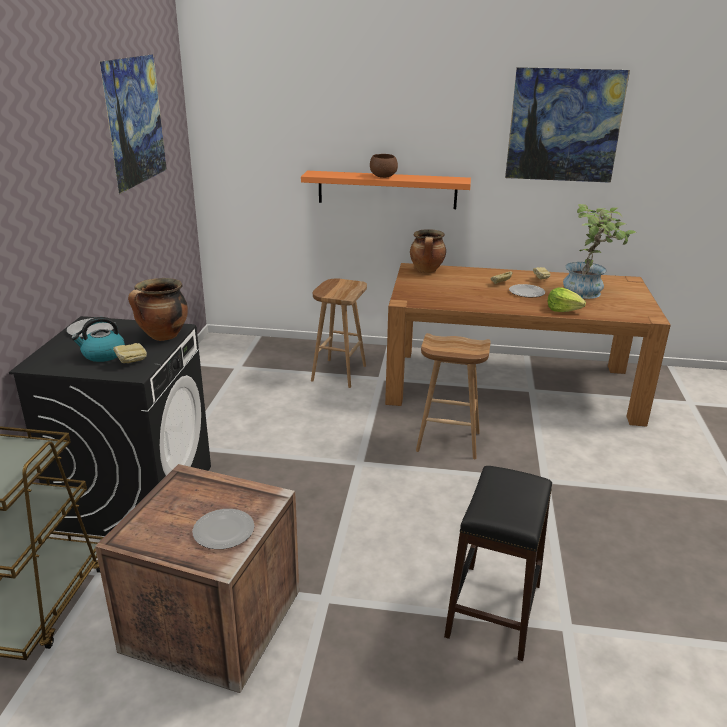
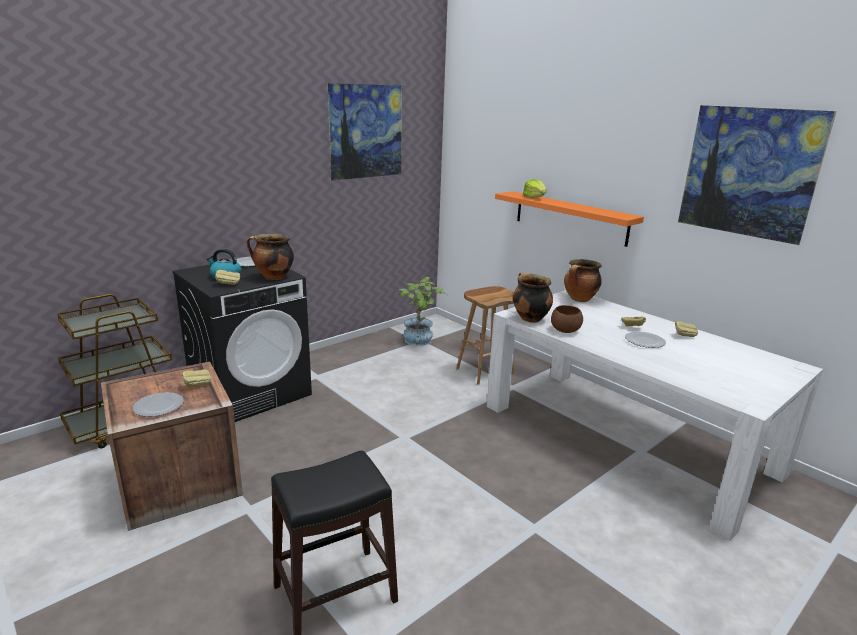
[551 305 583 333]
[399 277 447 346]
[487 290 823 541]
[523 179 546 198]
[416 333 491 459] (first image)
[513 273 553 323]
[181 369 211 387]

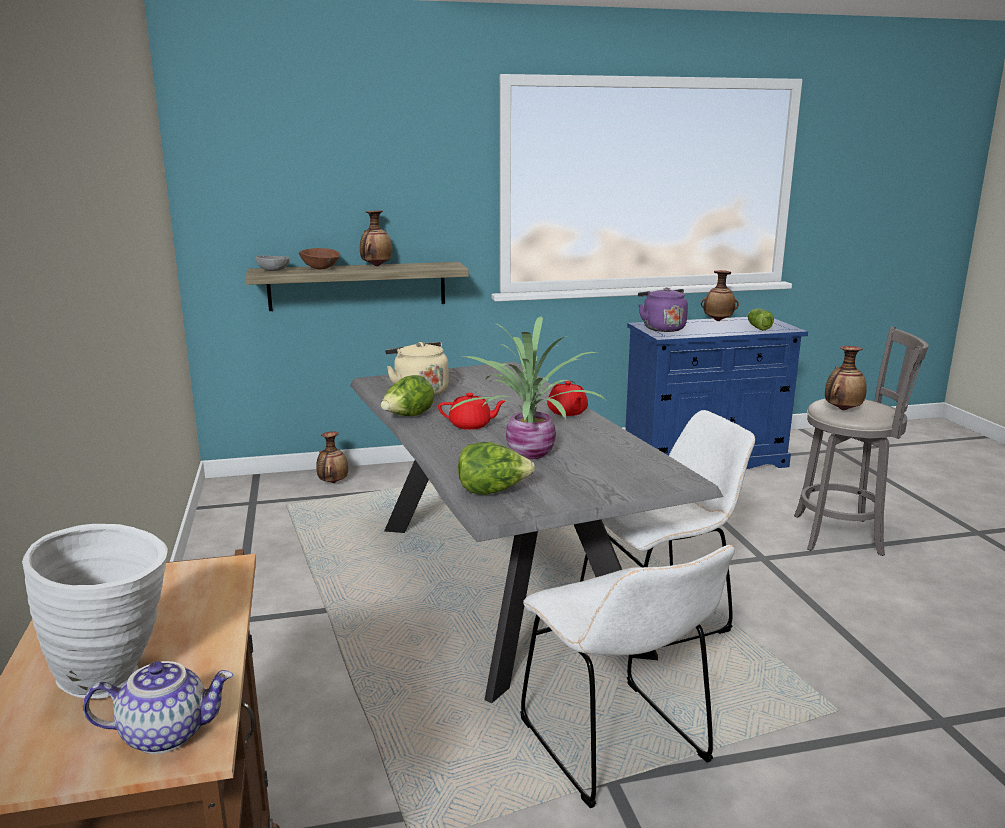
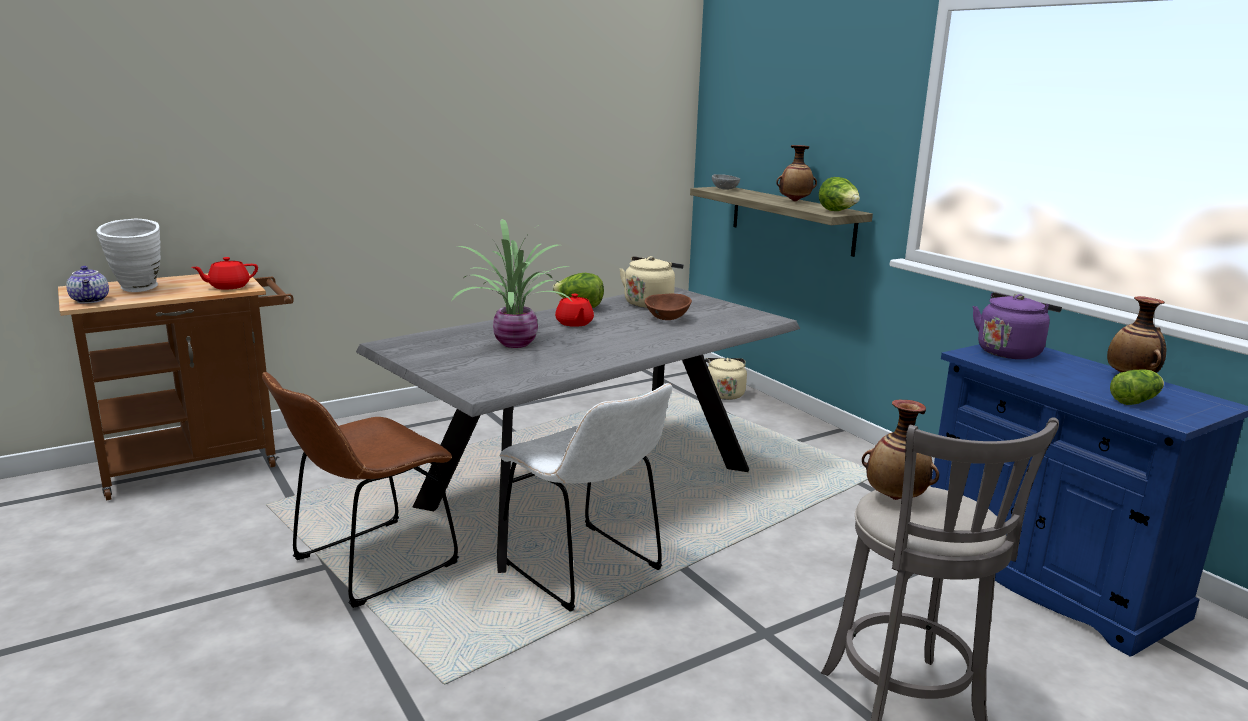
[644 294 692 320]
[192 257 258 290]
[705 358 747 400]
[819 177 860 211]
[262 372 458 608]

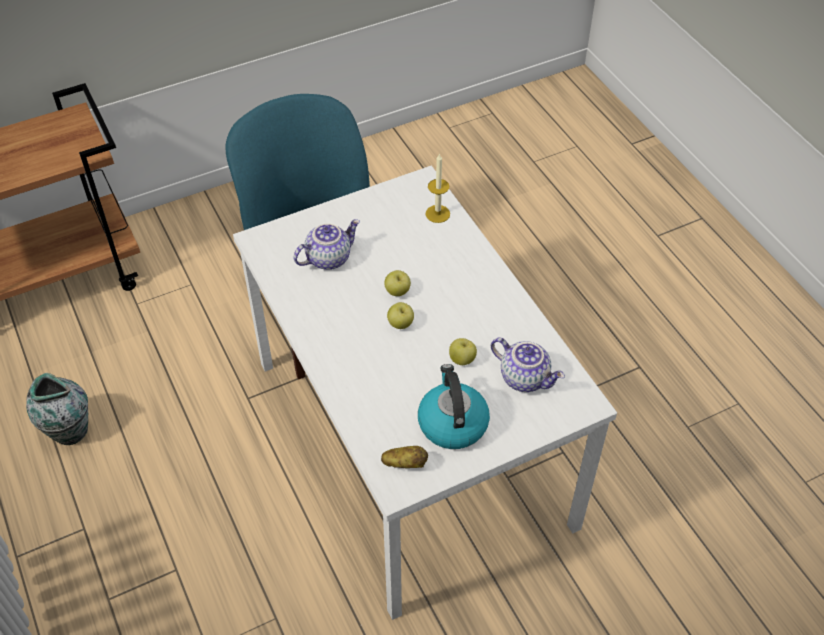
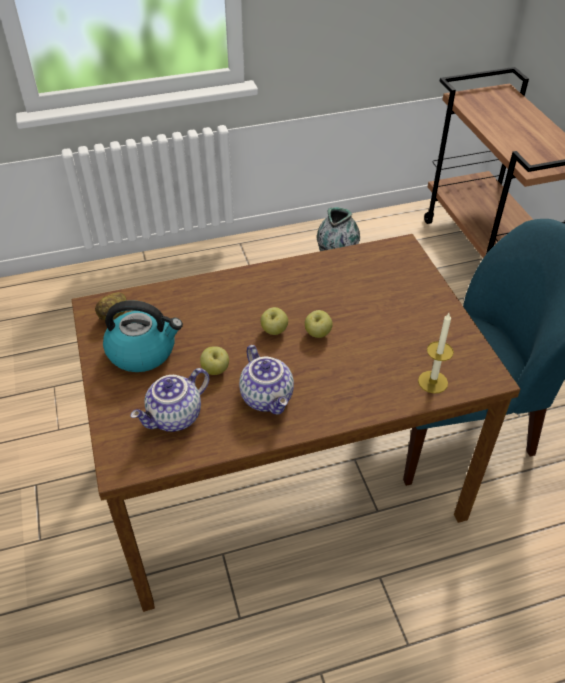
[71 234 521 612]
[239 345 294 415]

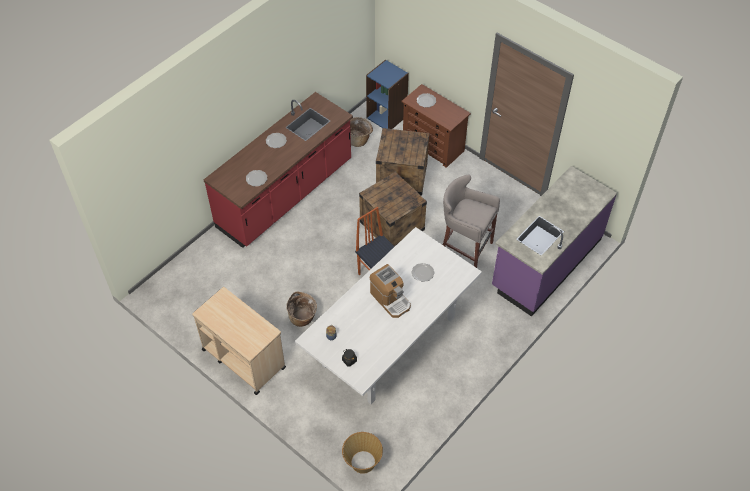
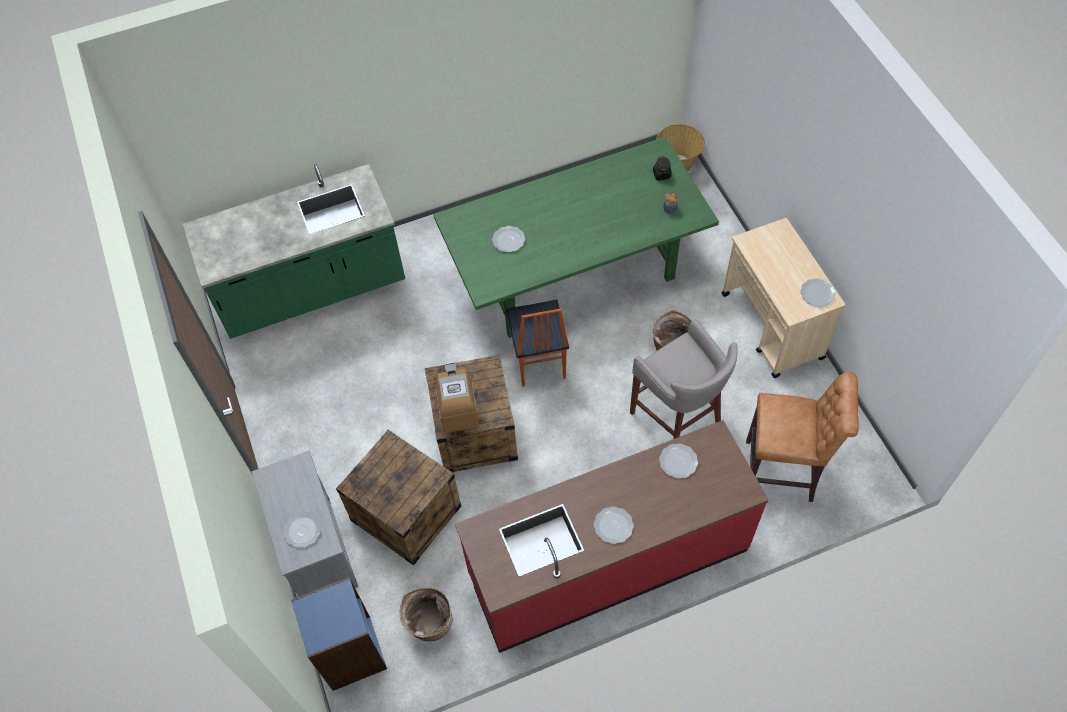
[252 451 358 597]
[183 164 405 339]
[630 320 738 439]
[433 137 719 338]
[436 362 479 433]
[800 278 836 307]
[746 372 859 502]

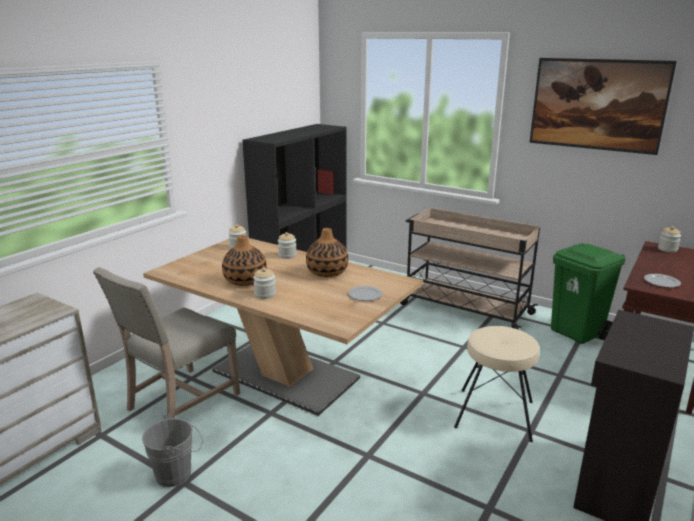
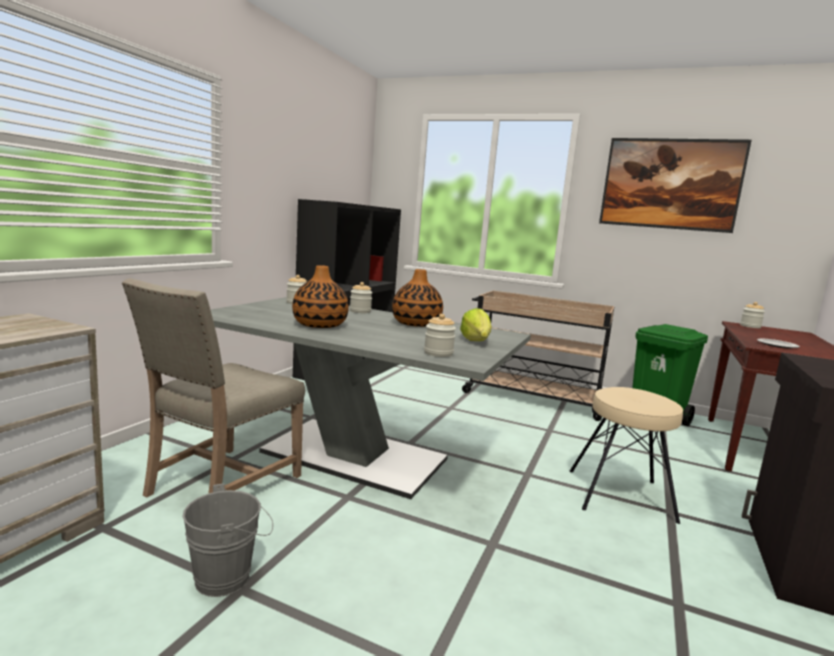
[210 297 531 499]
[424 314 456 357]
[460 308 492 341]

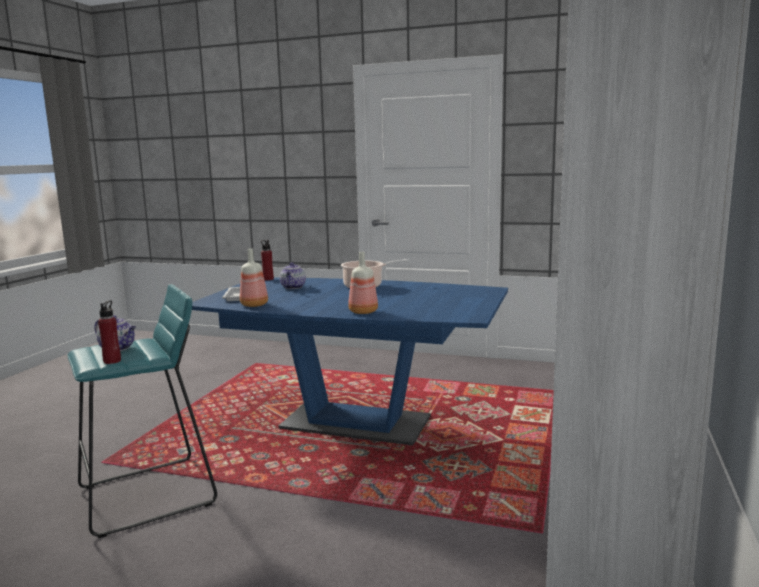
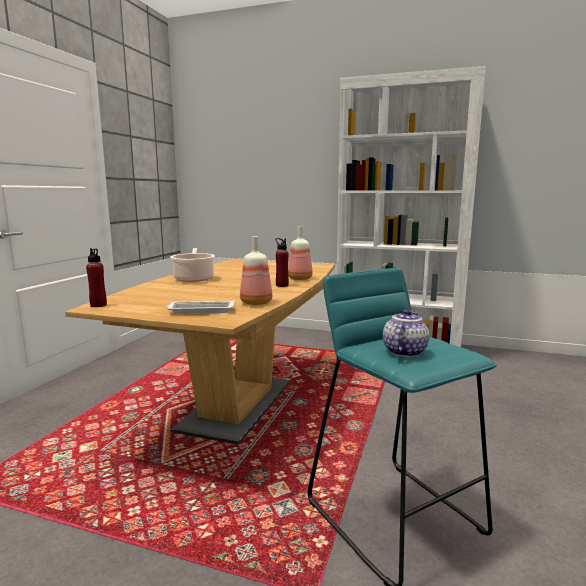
[280 262 306 289] (first image)
[65 259 335 445]
[276 238 289 287]

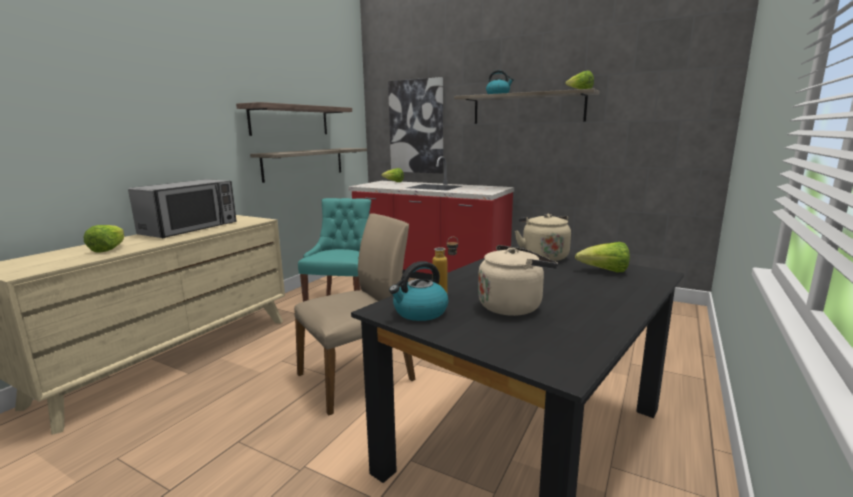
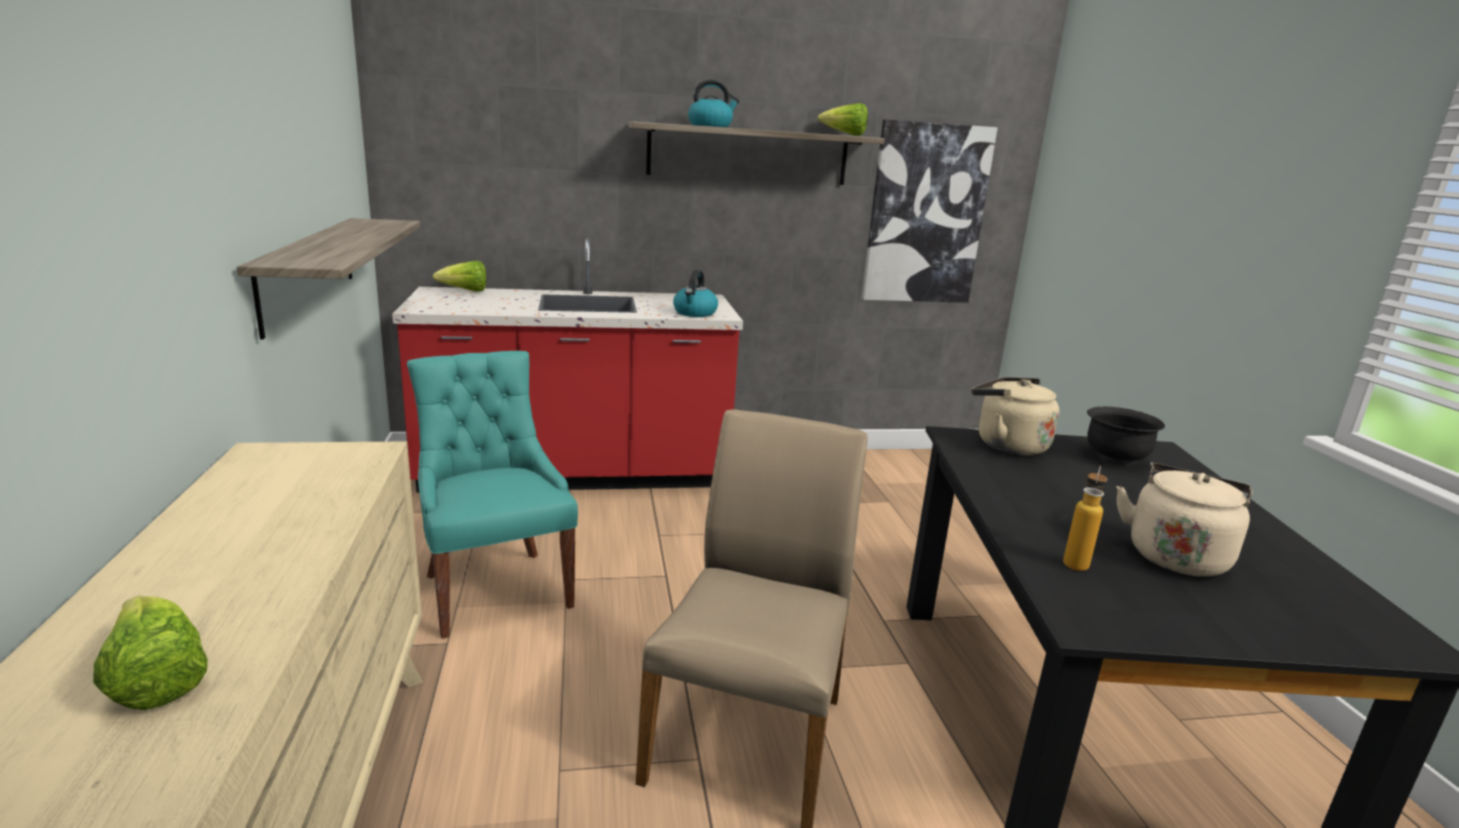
[862 120 998 303]
[236 102 352 136] (first image)
[128 179 237 238] (first image)
[1087 407 1165 465]
[673 270 718 317]

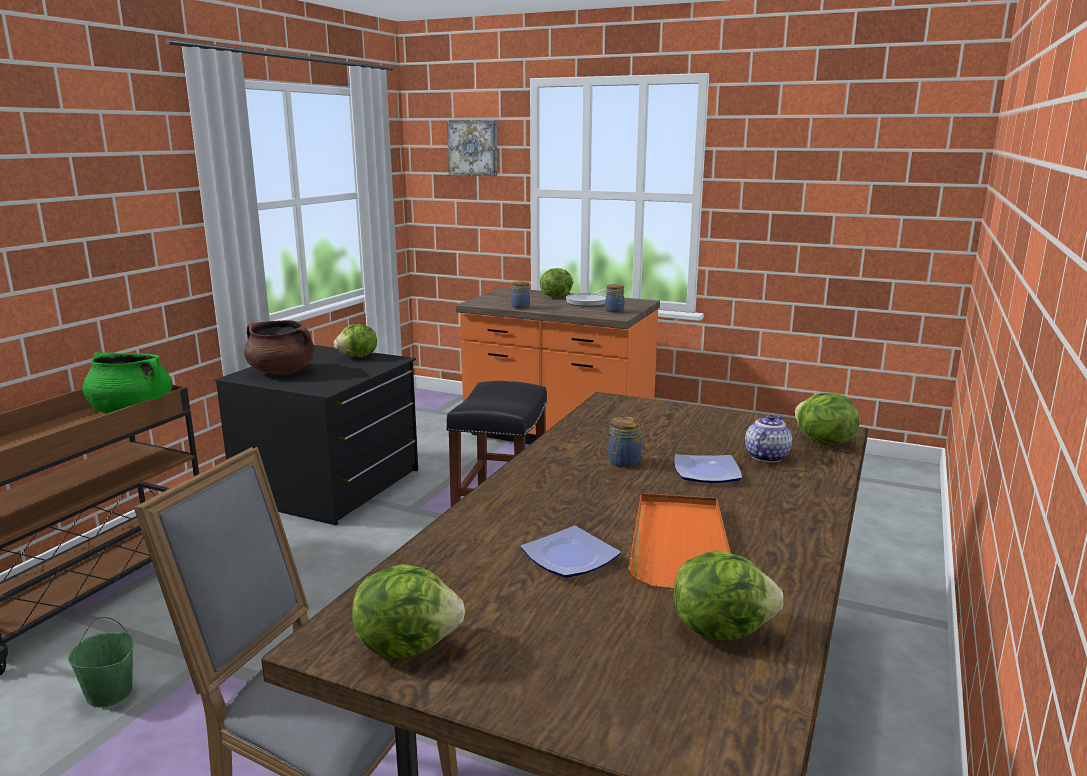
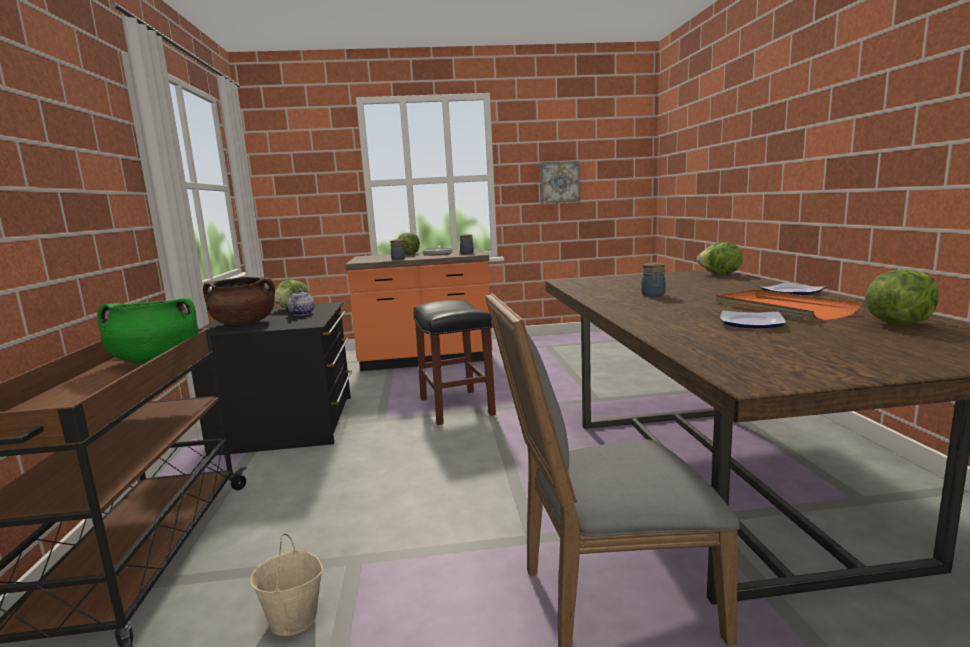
[540 161 580 203]
[287 289 315 316]
[760 282 826 295]
[352 564 465 657] (first image)
[251 534 323 636]

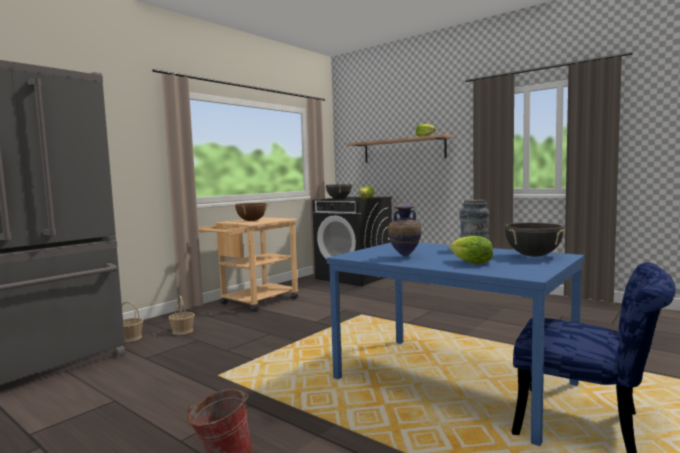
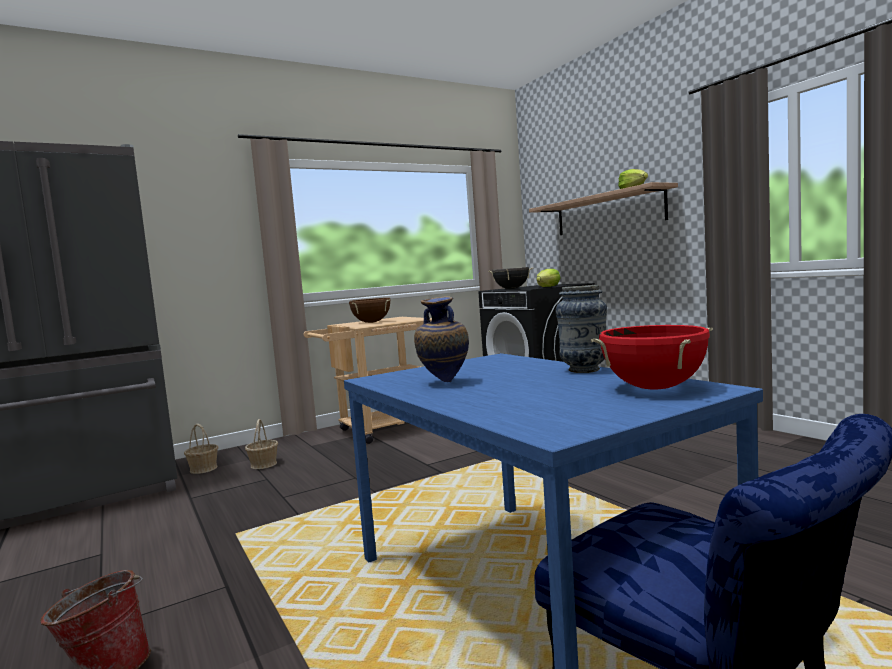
[591 325 713 390]
[449 236 493 264] (first image)

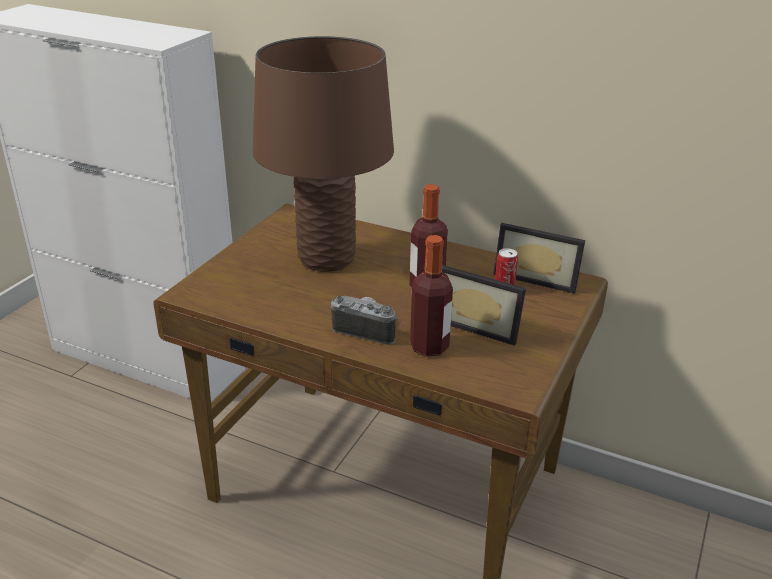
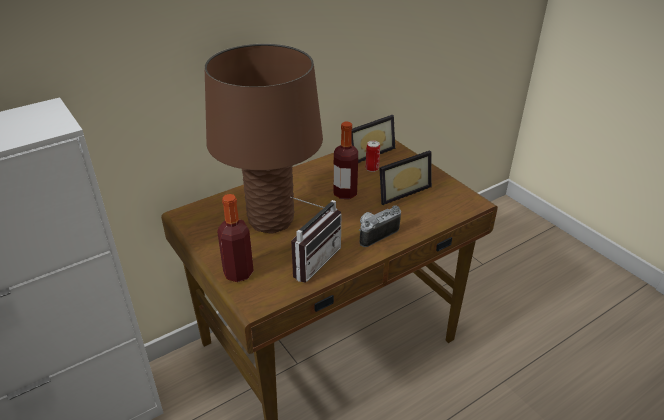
[217 194 254 282]
[290 197 341 283]

